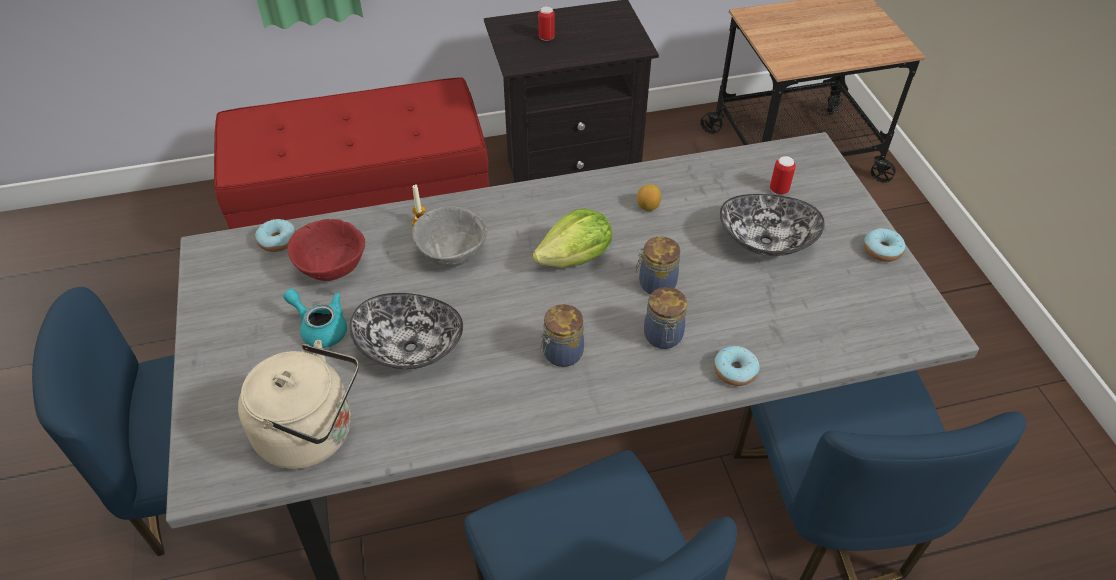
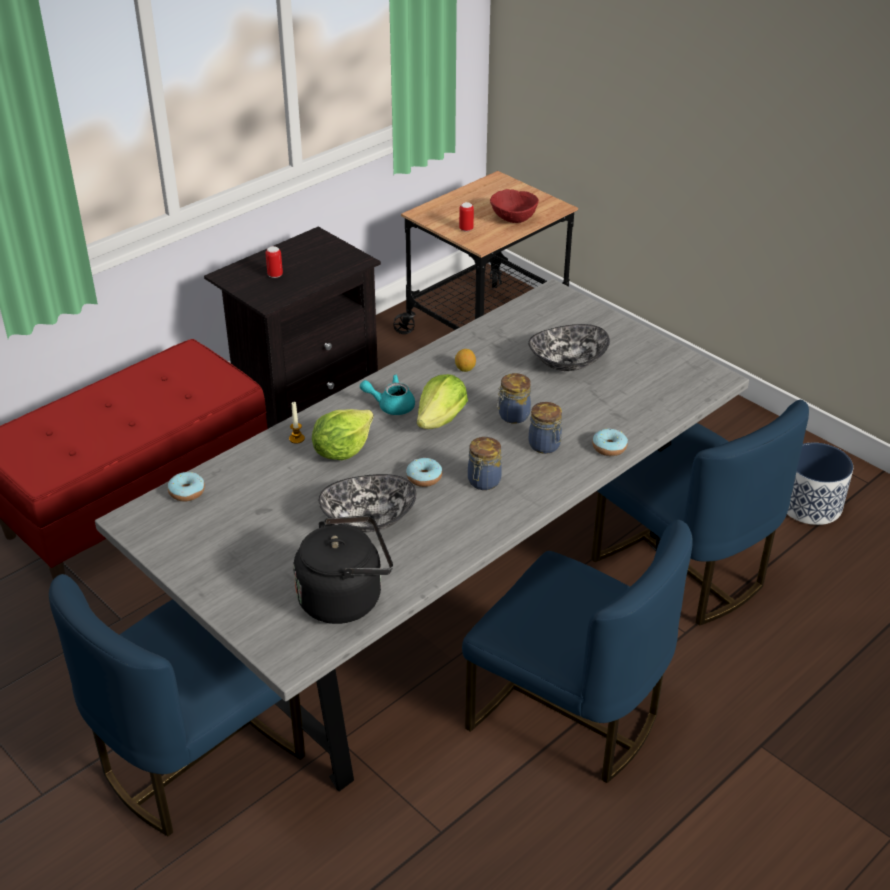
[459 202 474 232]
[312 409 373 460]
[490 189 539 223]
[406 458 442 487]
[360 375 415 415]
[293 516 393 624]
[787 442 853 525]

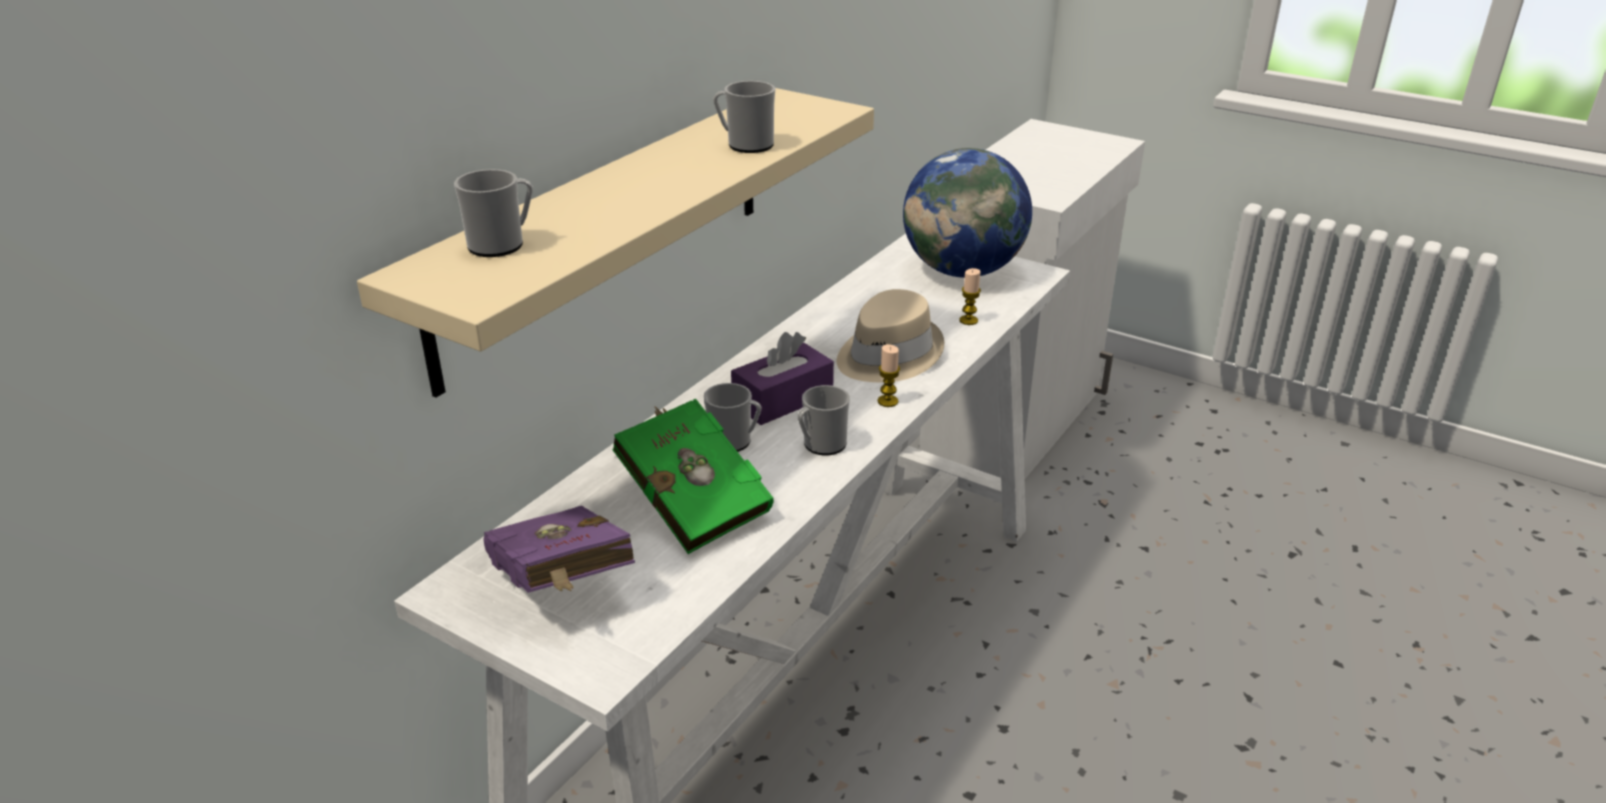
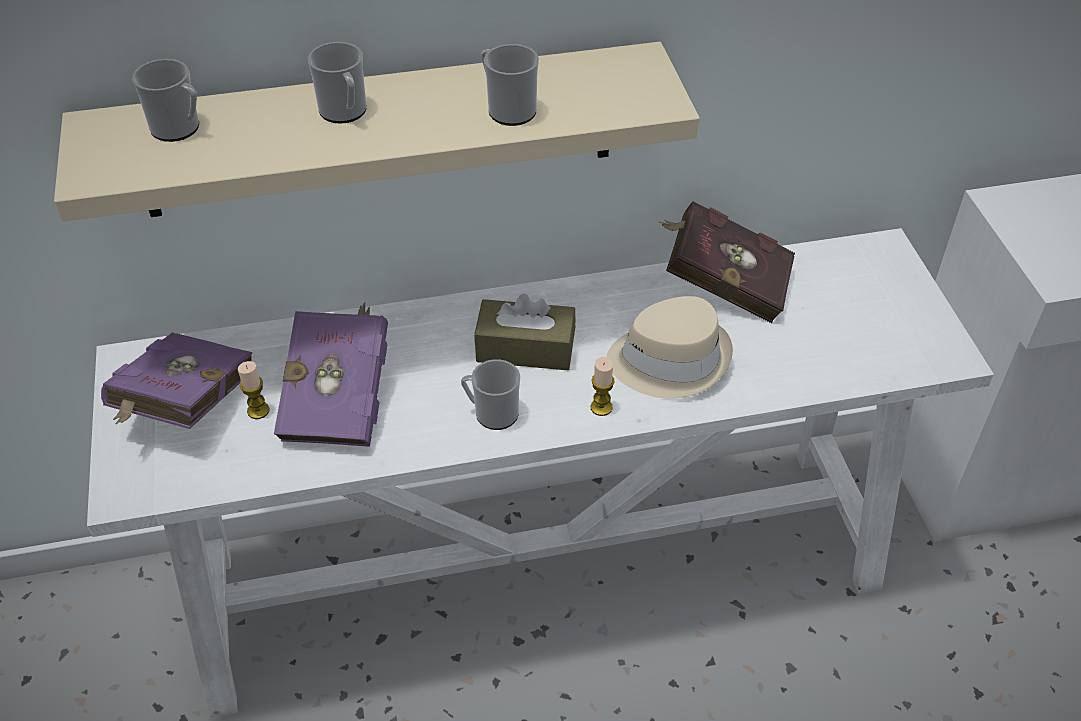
[903 148 1032 278] (first image)
[238 361 270 419]
[474 293 576 370]
[308 42 367 124]
[274 301 388 447]
[659 201 795 323]

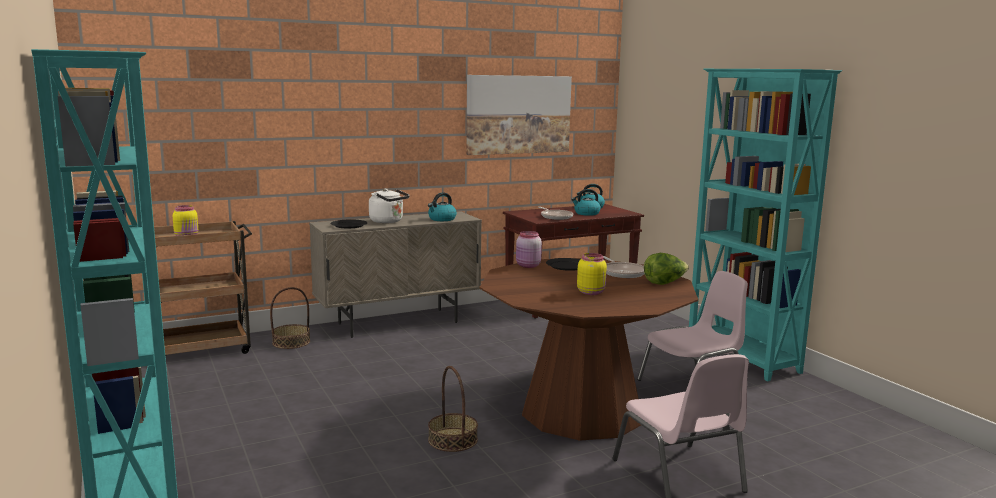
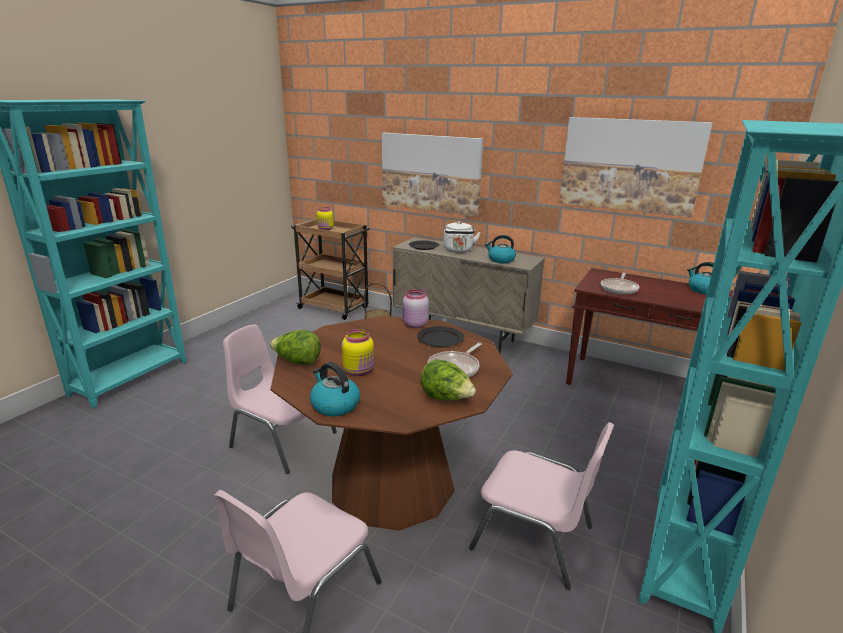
[310 362 360 416]
[223 325 337 474]
[382 133 483 216]
[270 330 321 365]

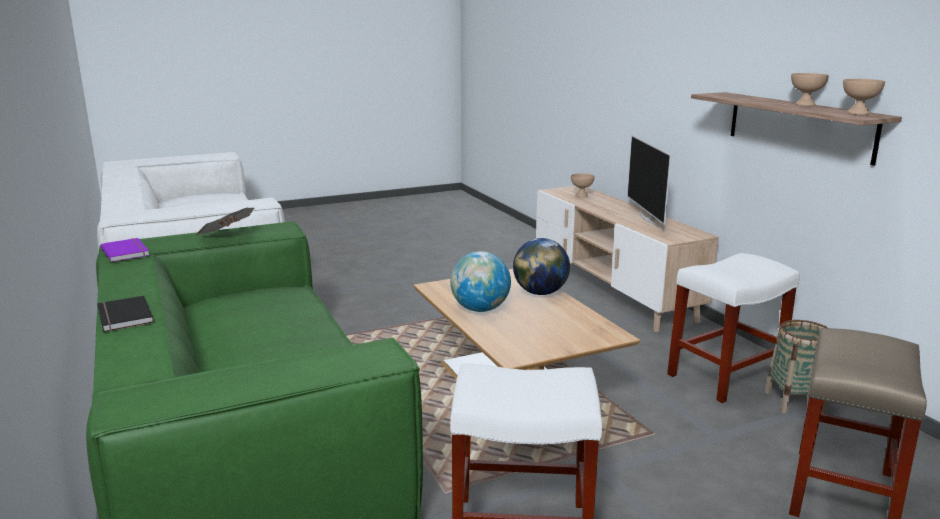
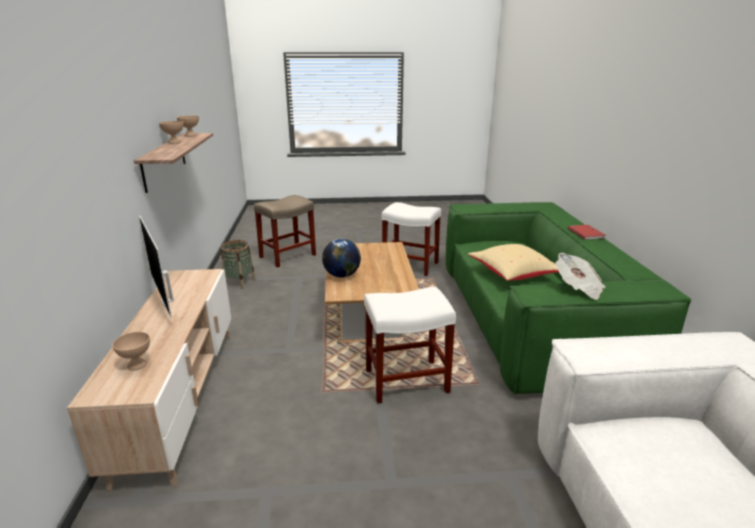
[139 216 174 318]
[101 238 150 262] (first image)
[450 251 511 312] (first image)
[364 287 456 403]
[568 225 606 240]
[468 244 559 281]

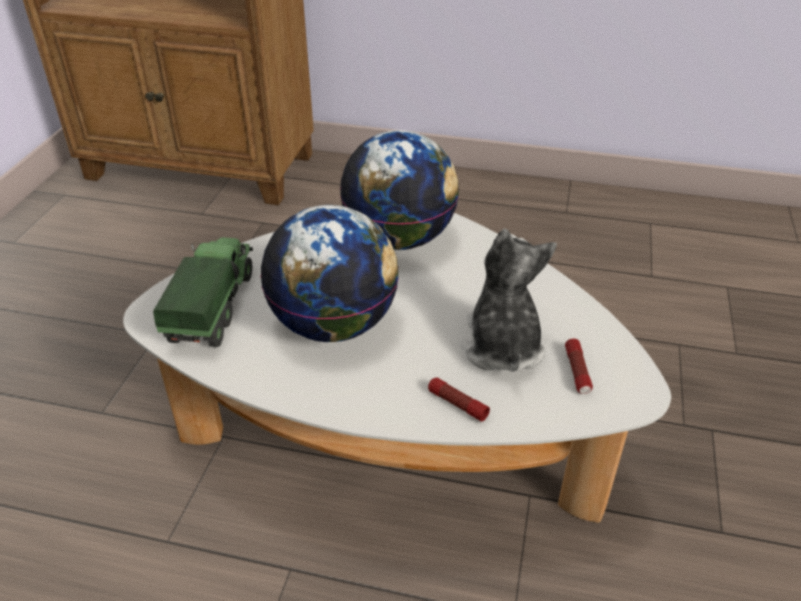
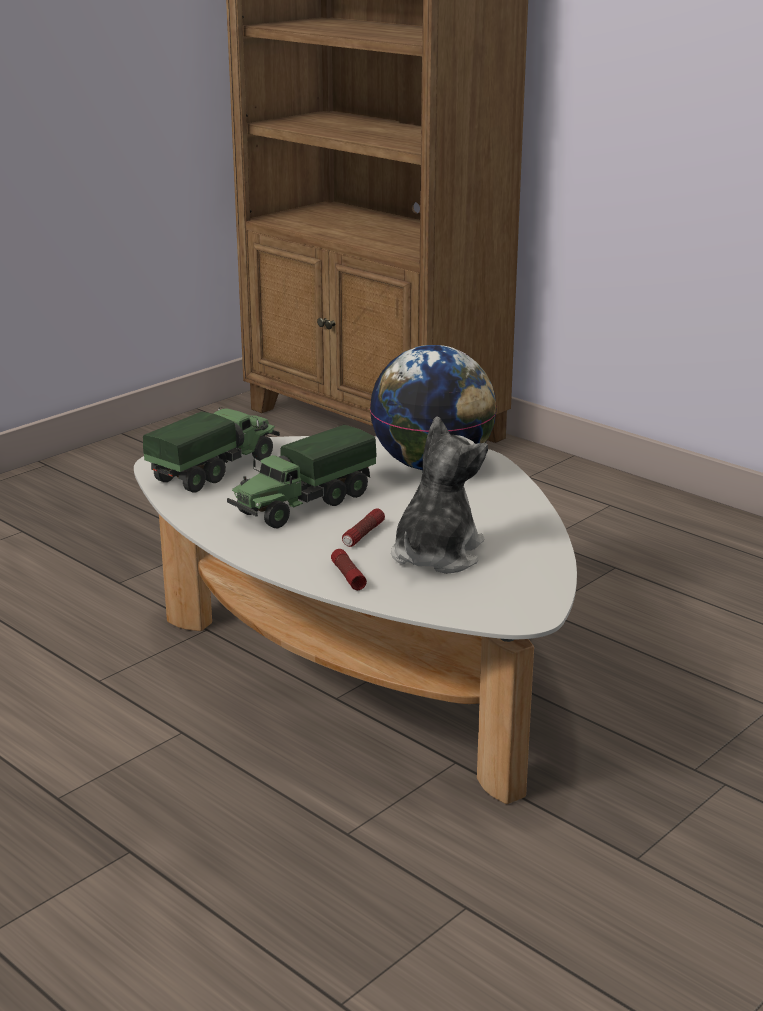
[227 425 377 528]
[342 508 385 547]

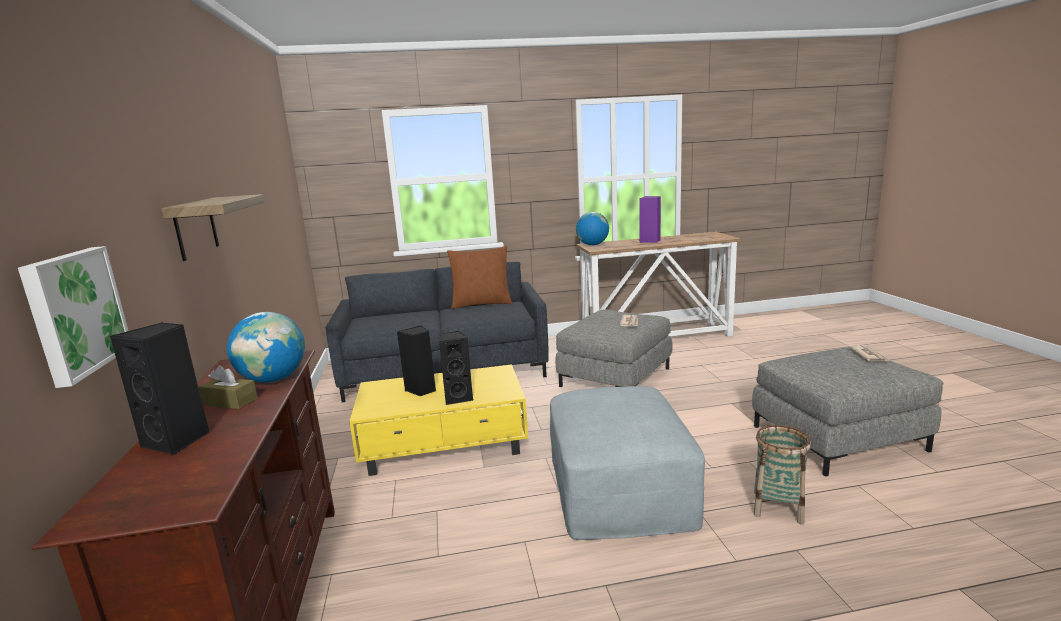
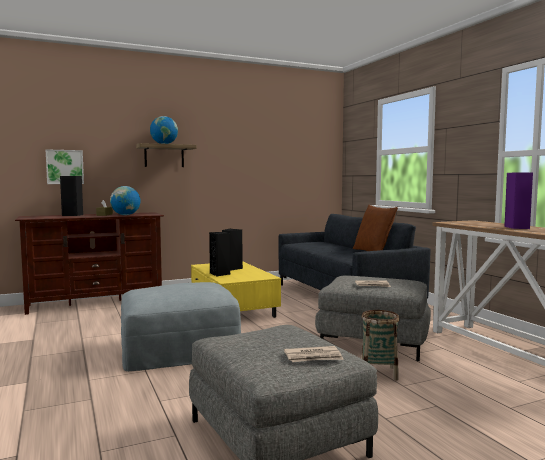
[150 116 178 144]
[361 310 399 380]

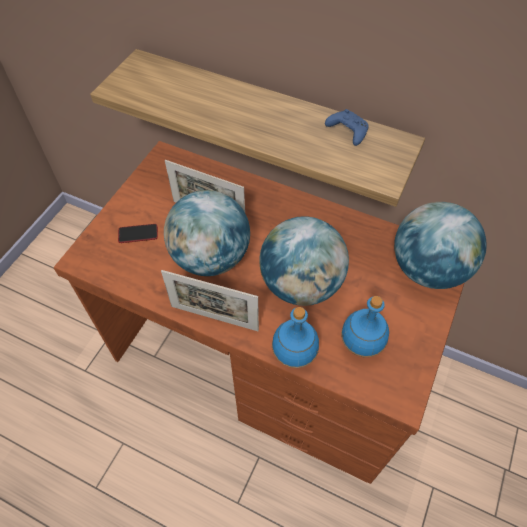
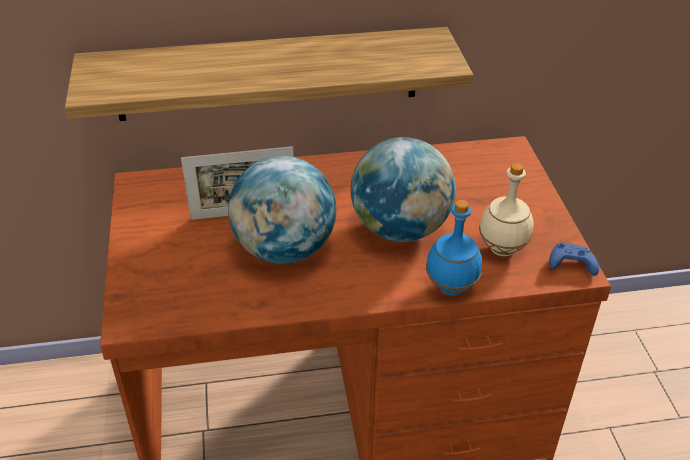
[549 242 599 276]
[394 202 487 289] (first image)
[118 224 158 243] (first image)
[161 270 259 331] (first image)
[479 163 534 256]

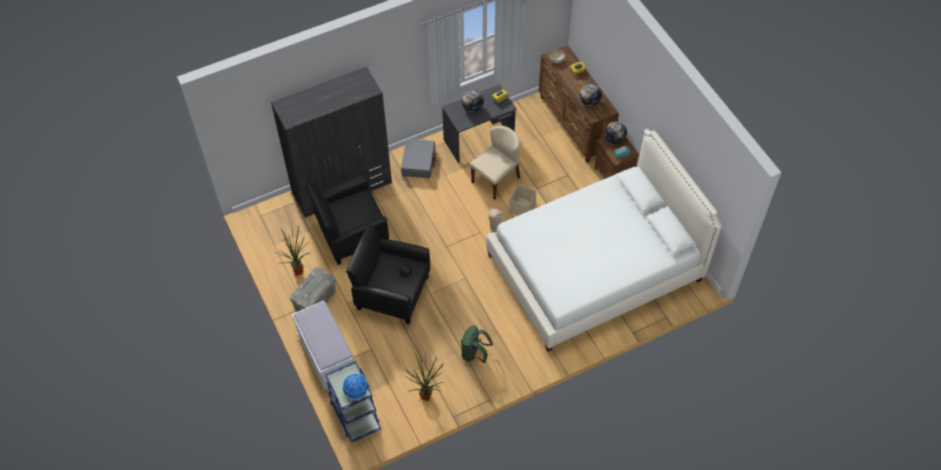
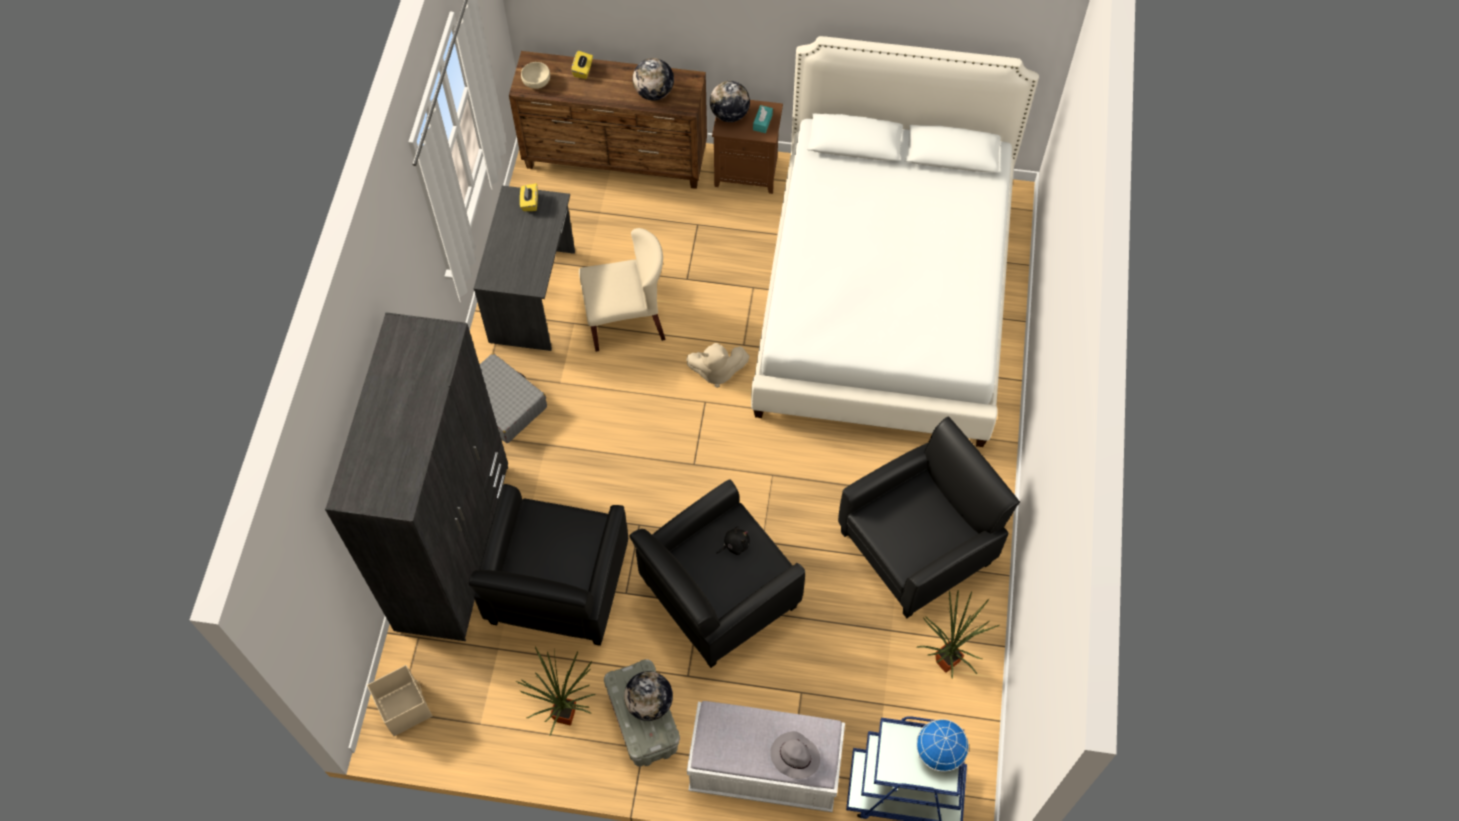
[624 671 673 721]
[579 228 665 352]
[367 665 432 736]
[838 417 1020 618]
[770 731 820 779]

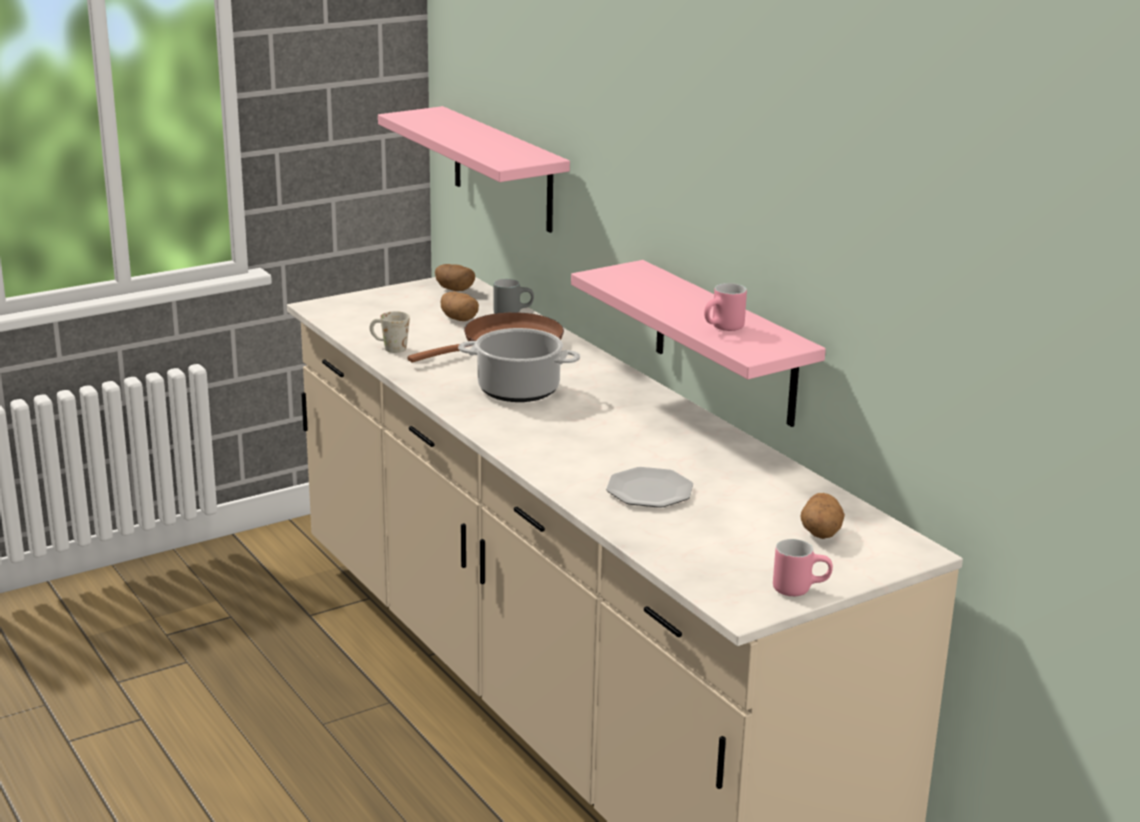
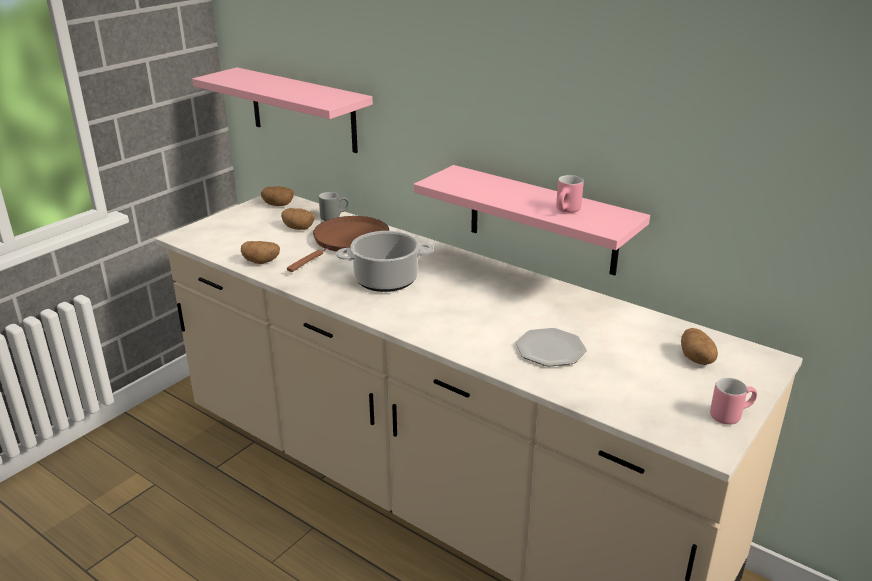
[241 241 280 264]

